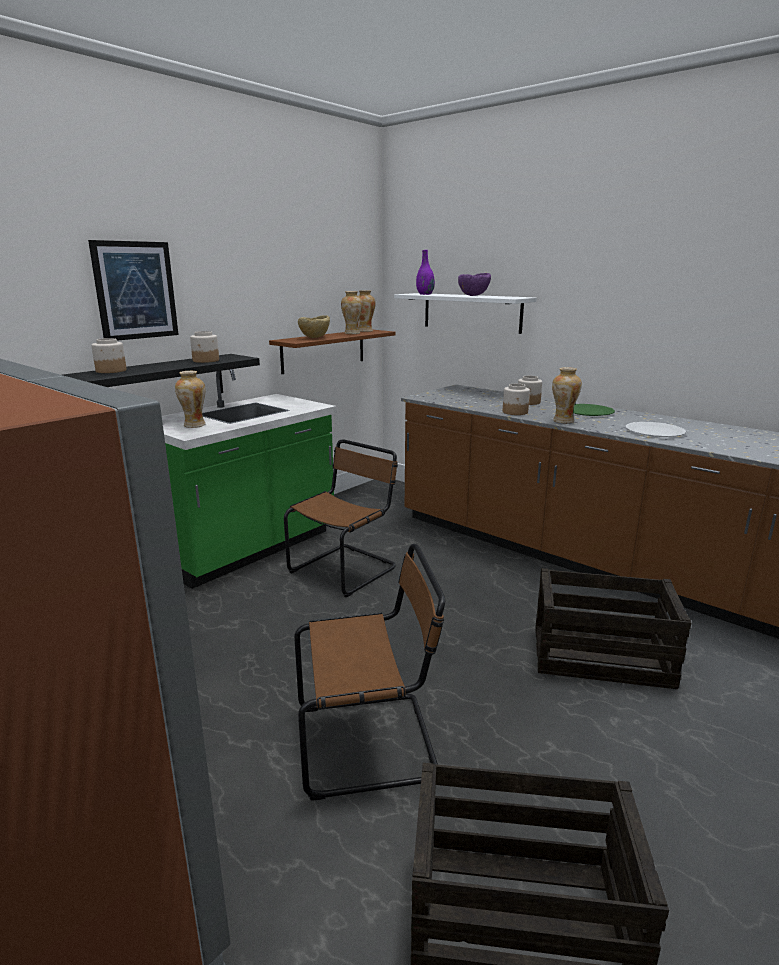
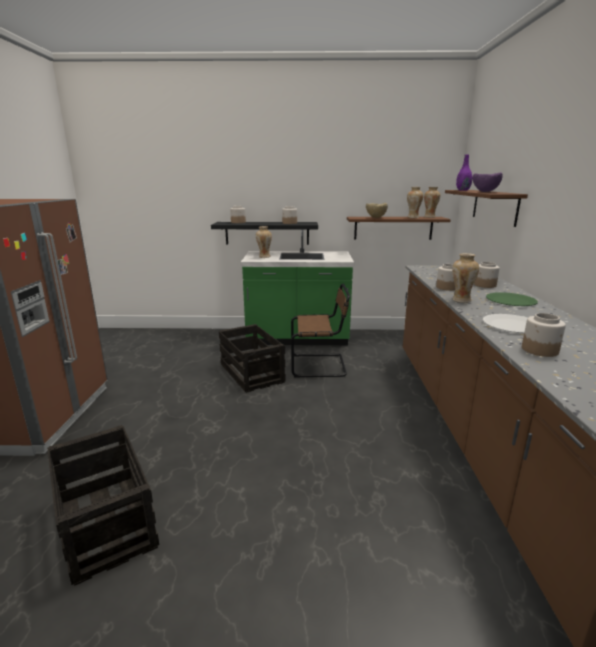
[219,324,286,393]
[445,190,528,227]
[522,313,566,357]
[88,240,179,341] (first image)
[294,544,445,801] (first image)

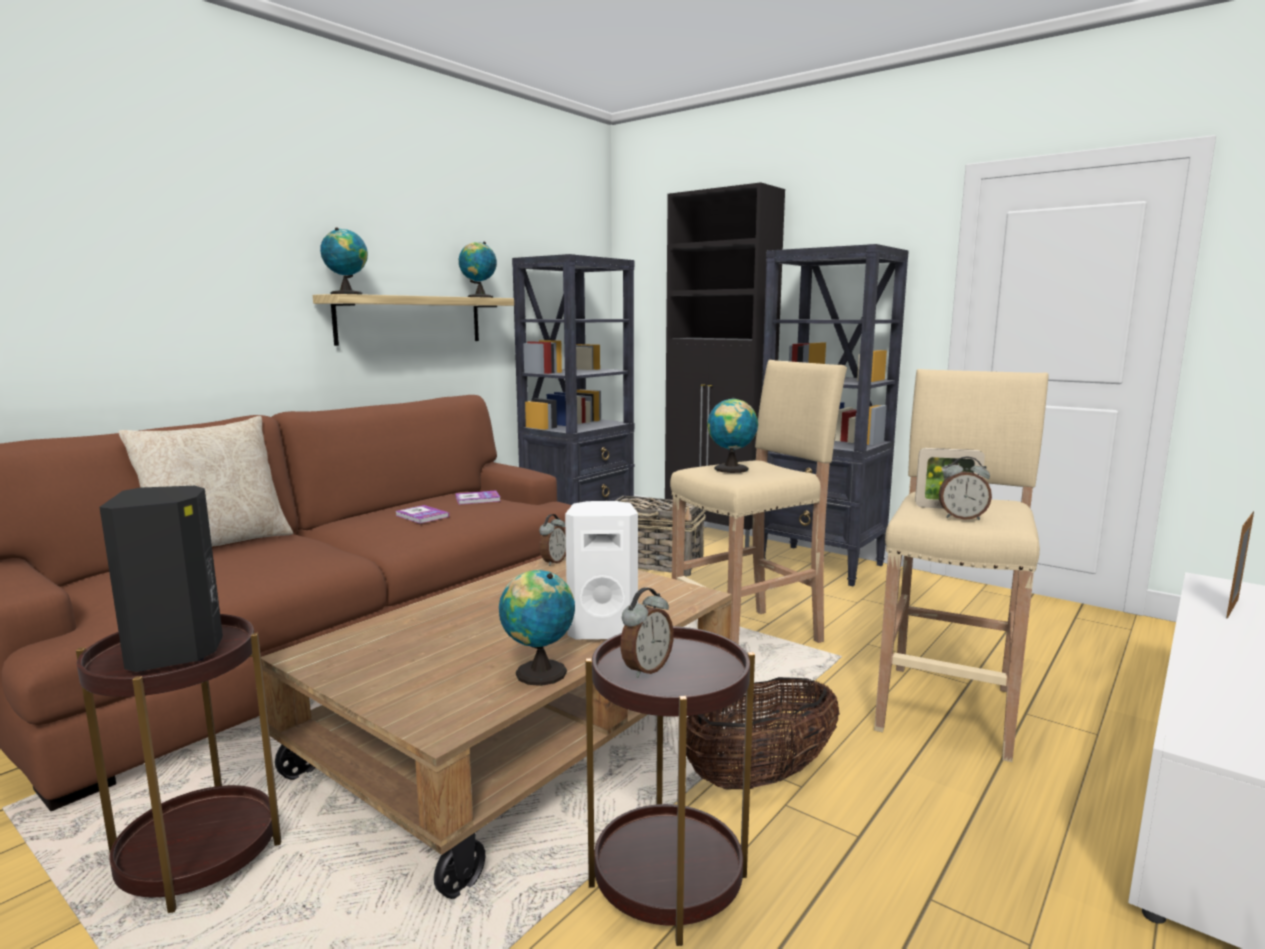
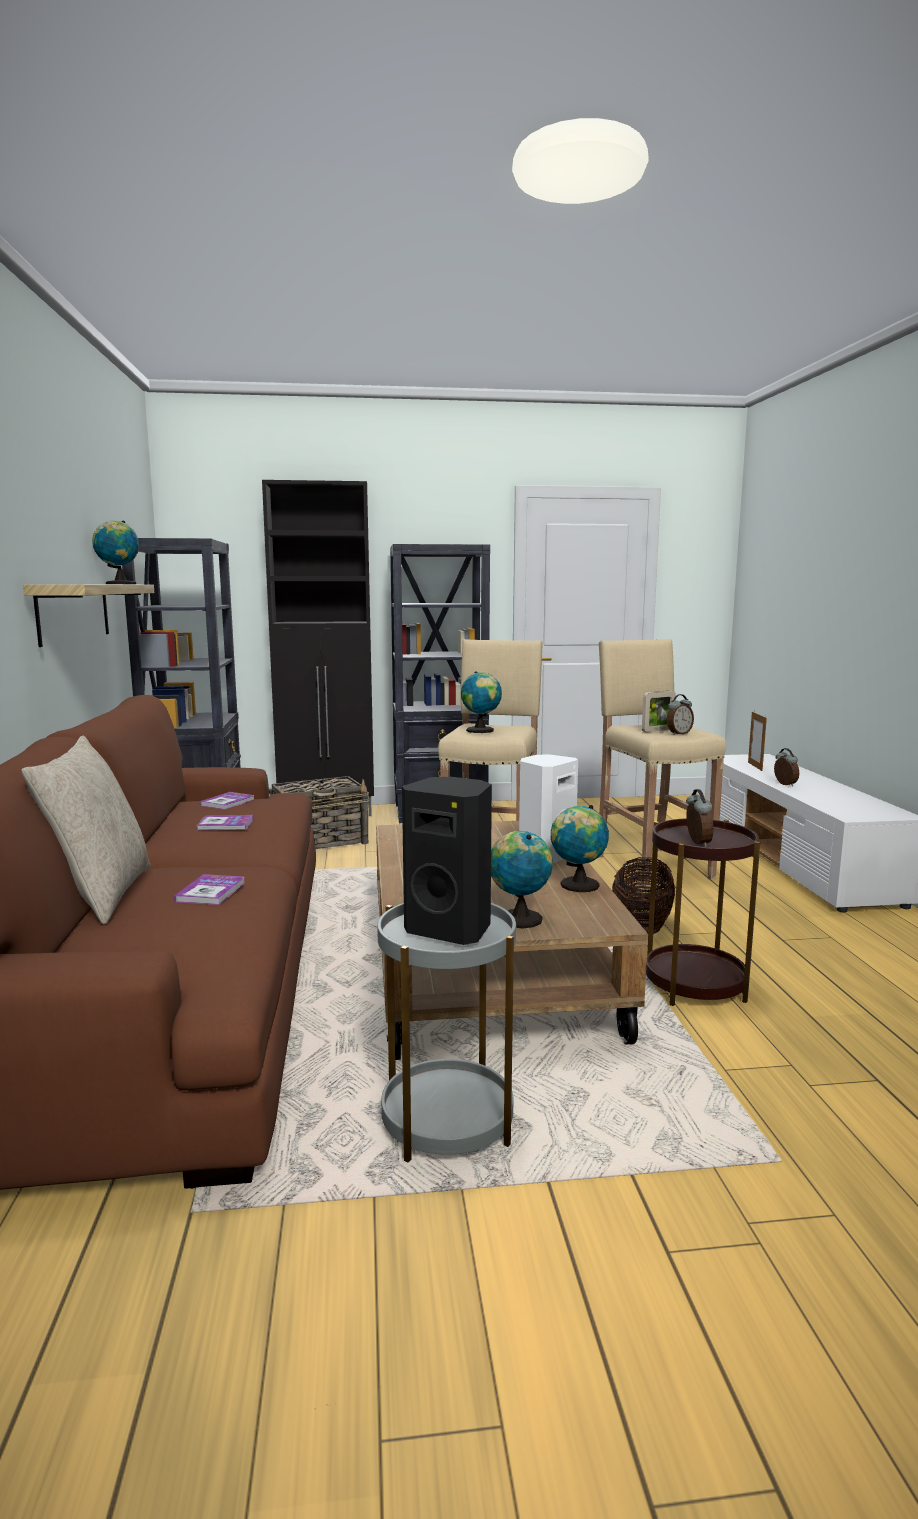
[174,874,245,905]
[377,903,516,1163]
[491,831,553,928]
[774,748,799,787]

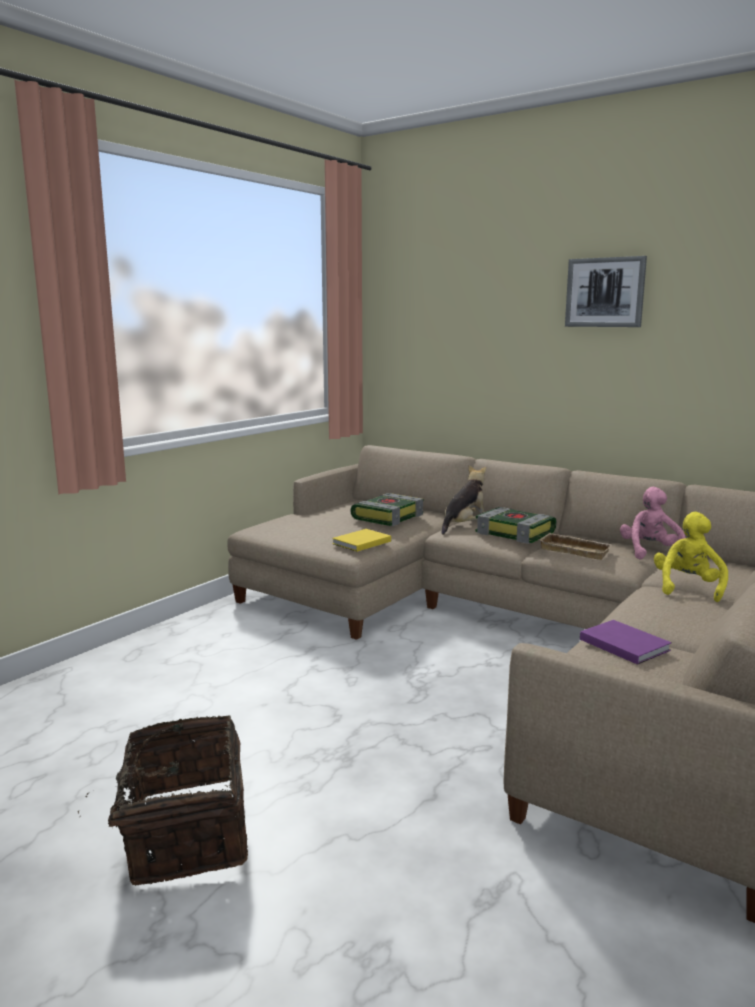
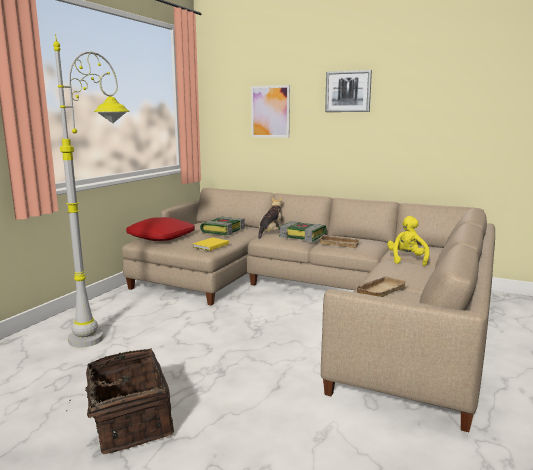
[53,34,130,348]
[126,217,195,241]
[251,85,290,138]
[355,276,407,297]
[620,487,686,560] (first image)

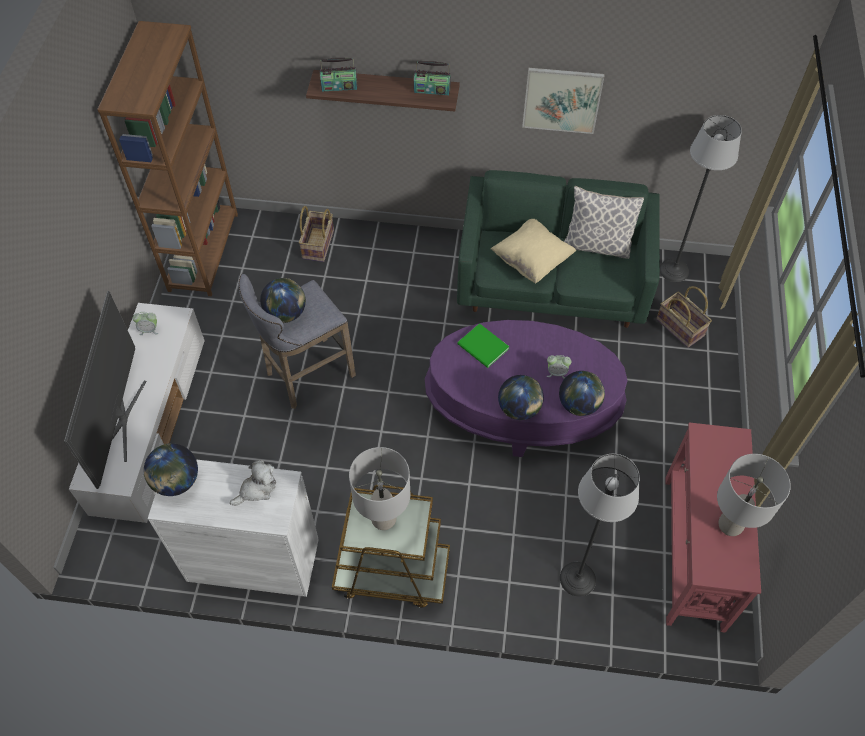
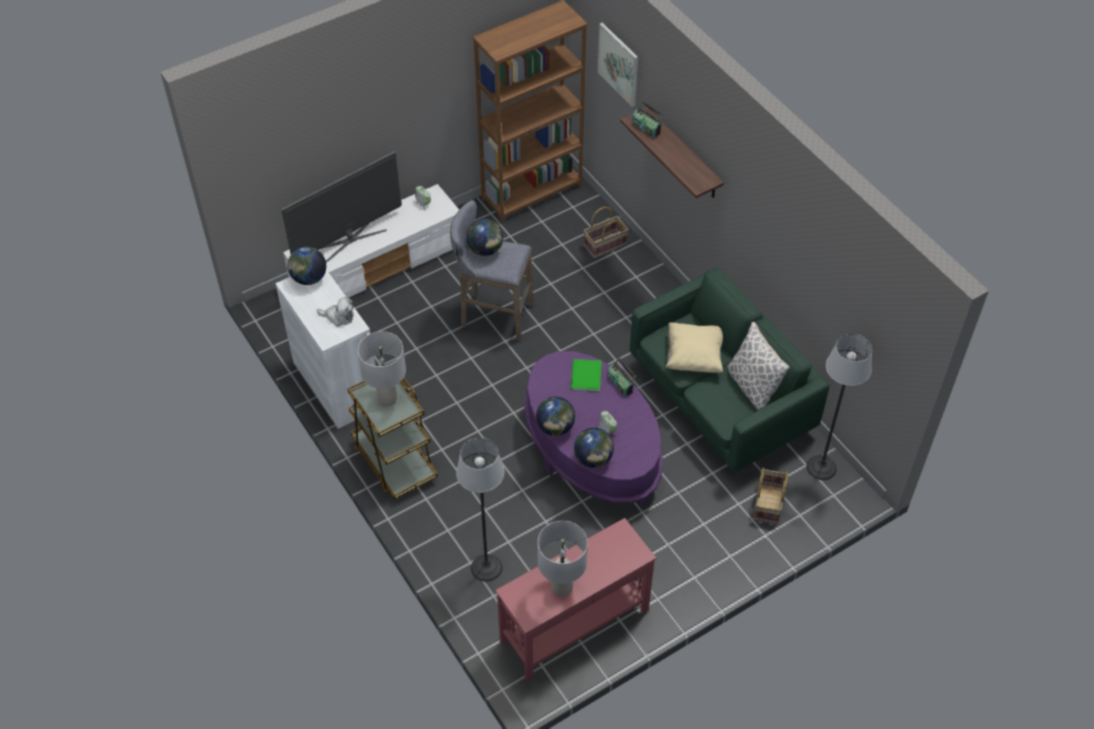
[598,23,638,107]
[608,357,636,397]

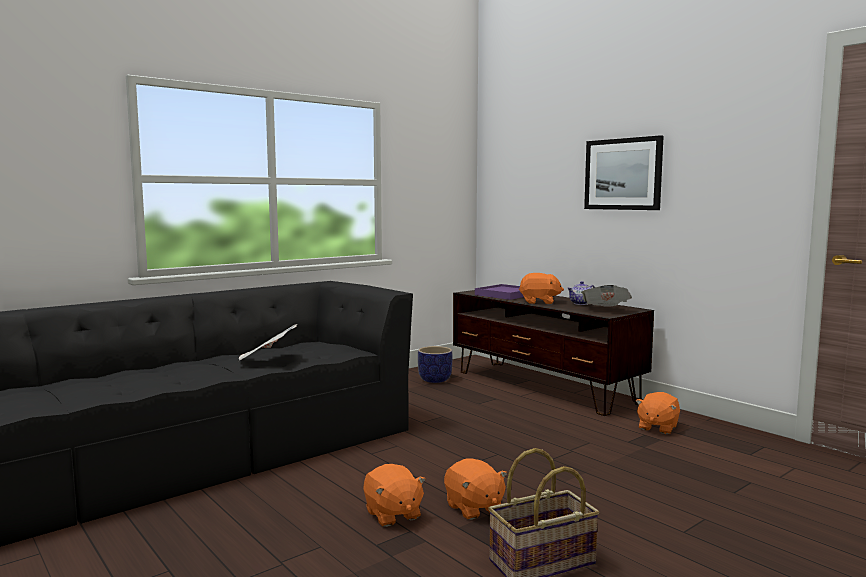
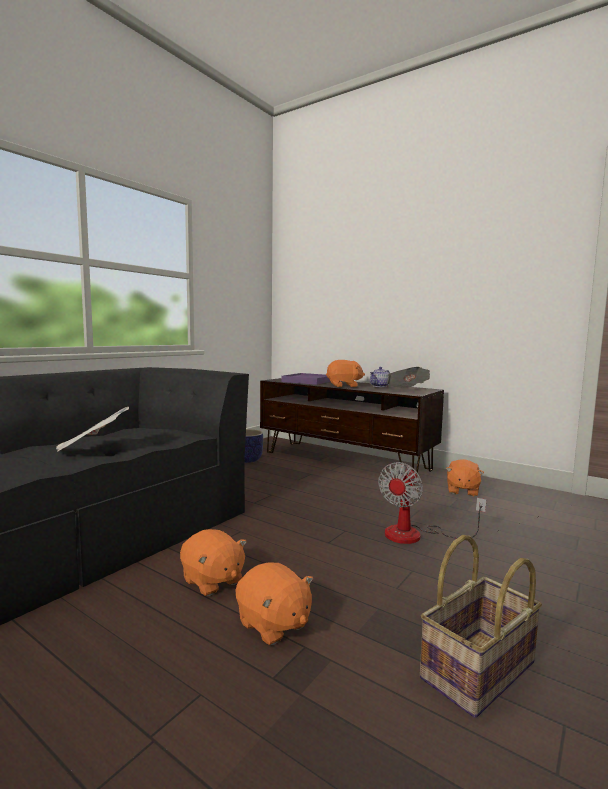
[180,529,247,596]
[378,462,486,544]
[584,135,664,210] (first image)

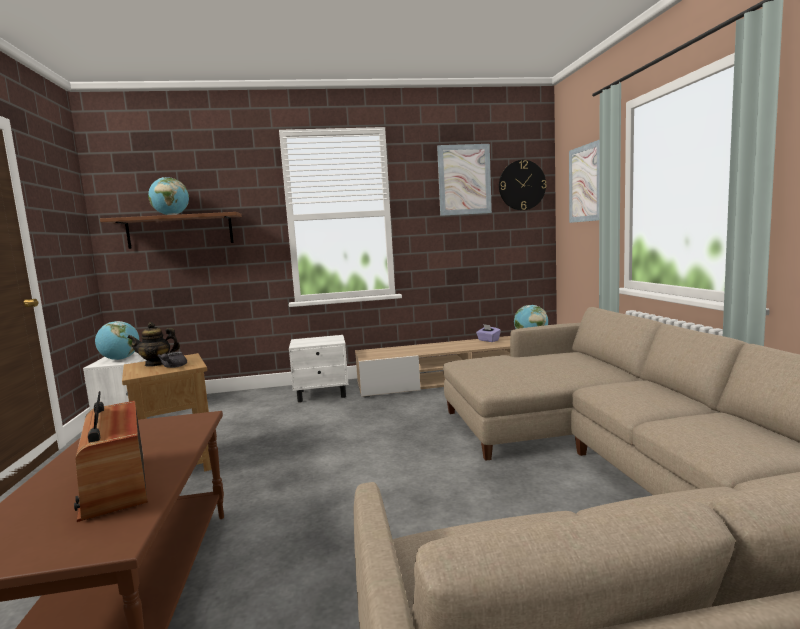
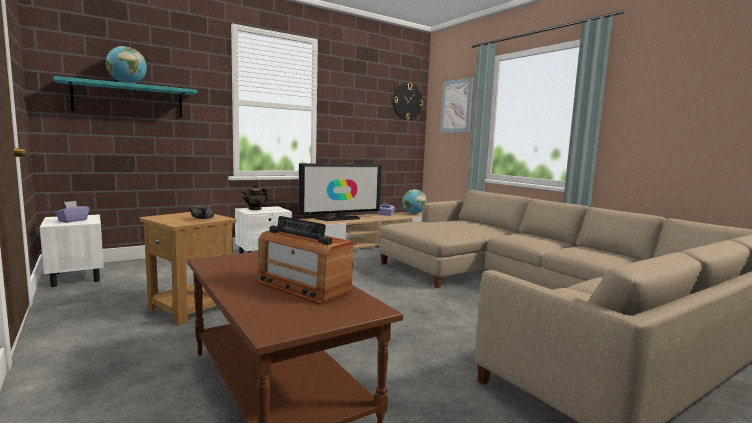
[53,76,197,118]
[55,201,89,222]
[241,184,269,210]
[298,163,382,221]
[437,144,492,216] (first image)

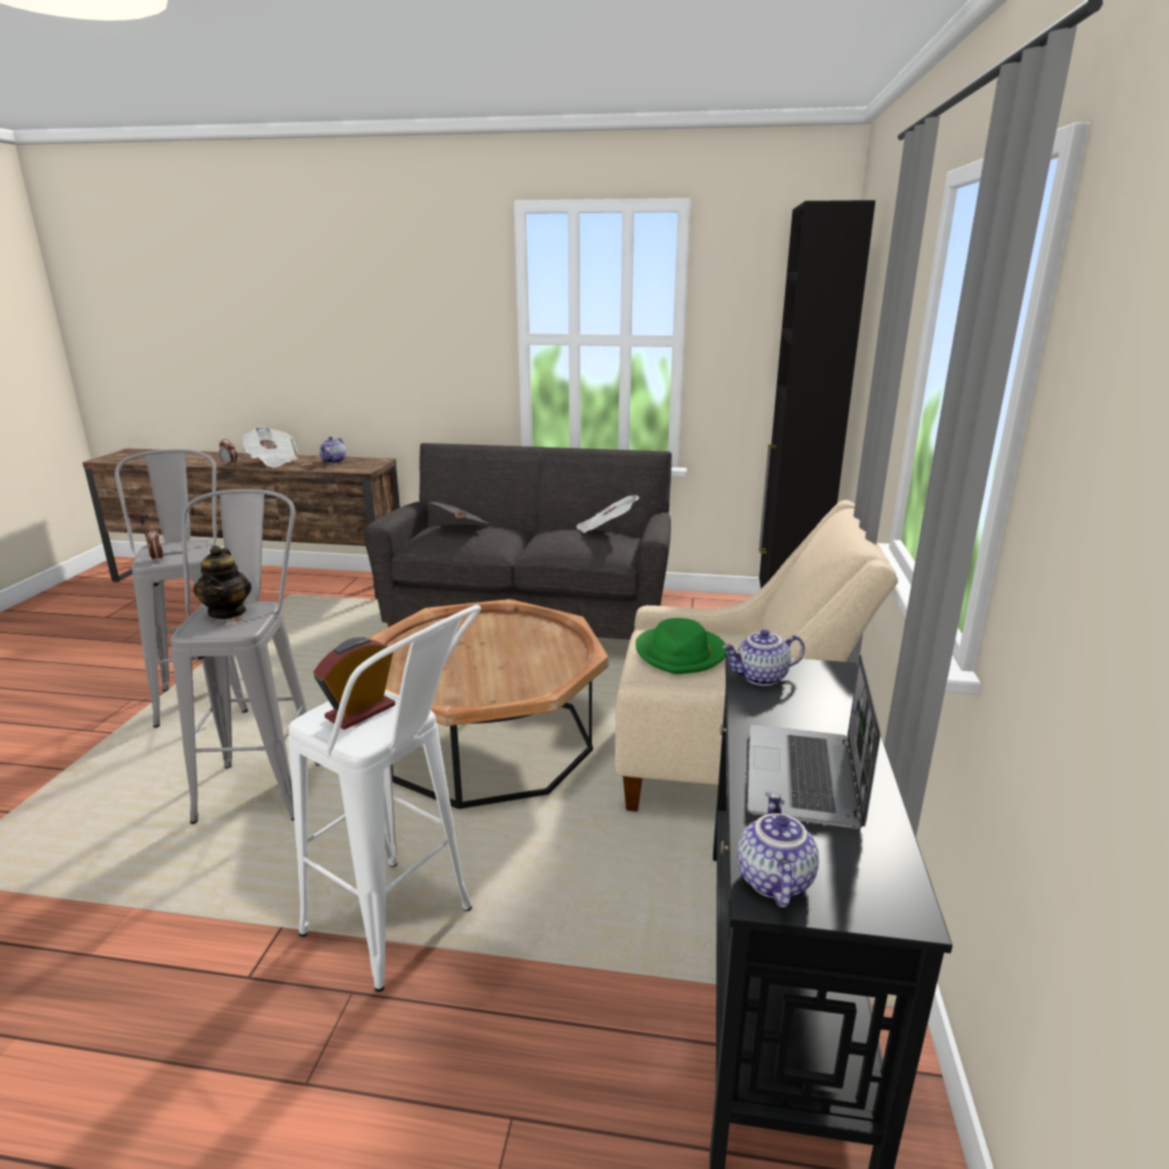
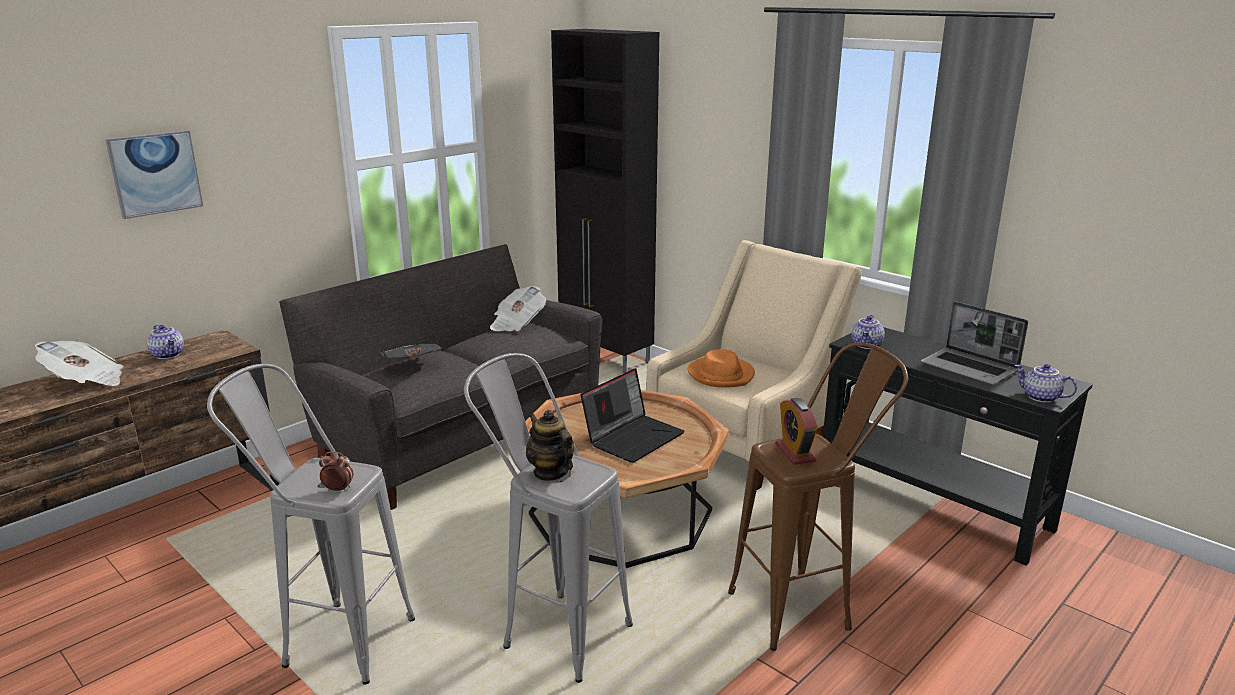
[105,130,203,219]
[526,410,574,481]
[581,368,685,463]
[687,349,755,388]
[728,342,908,651]
[219,439,237,466] (first image)

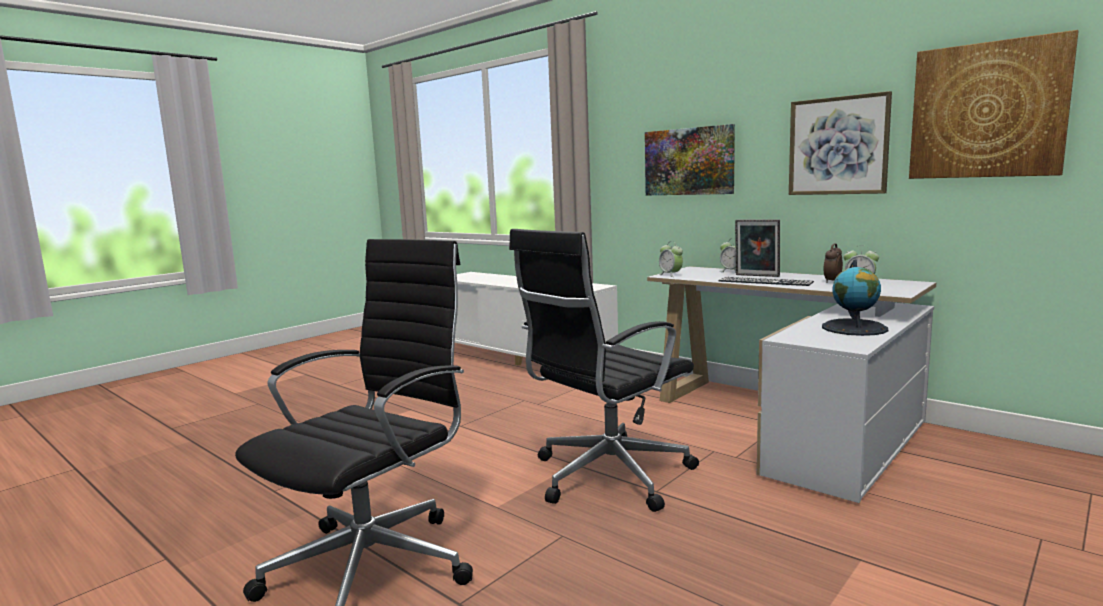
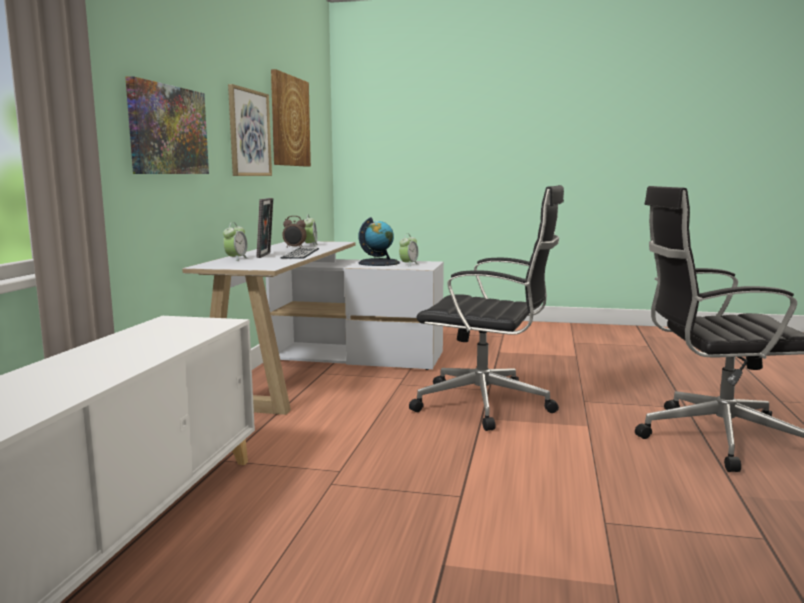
[399,234,418,266]

